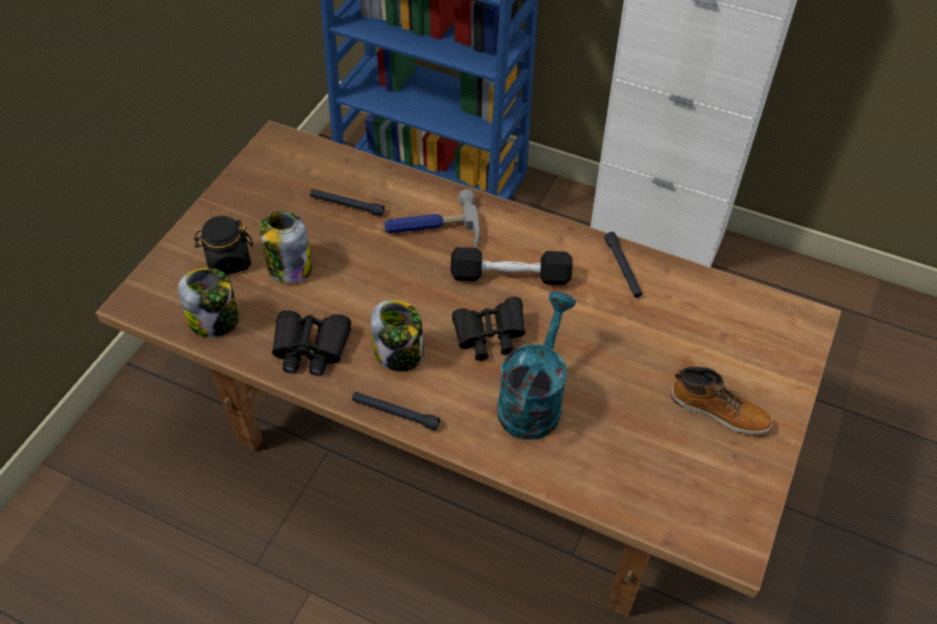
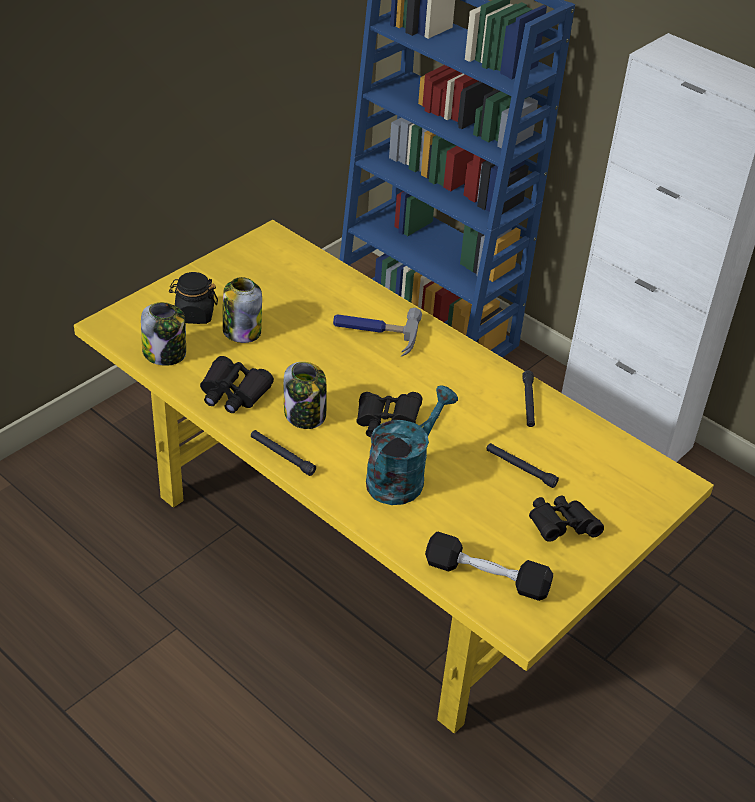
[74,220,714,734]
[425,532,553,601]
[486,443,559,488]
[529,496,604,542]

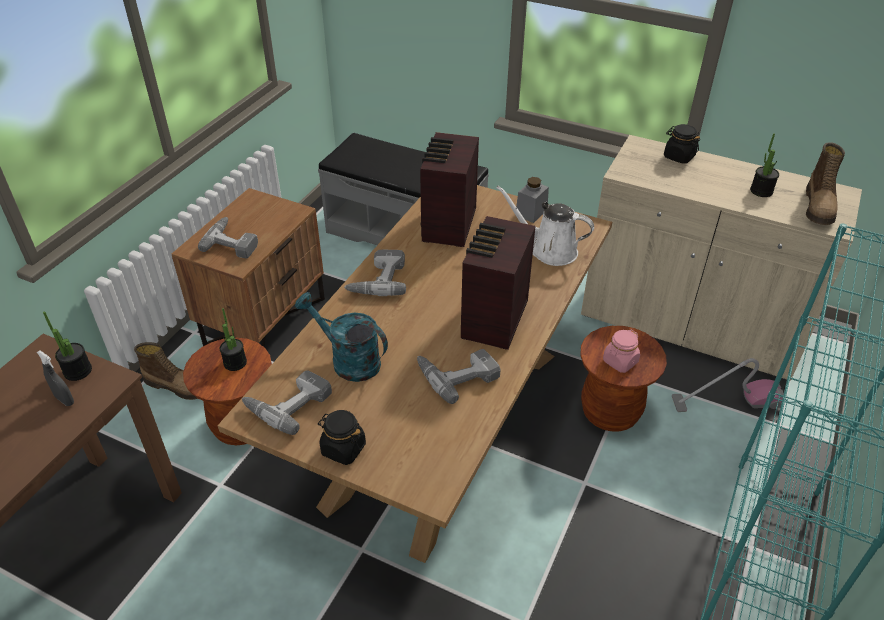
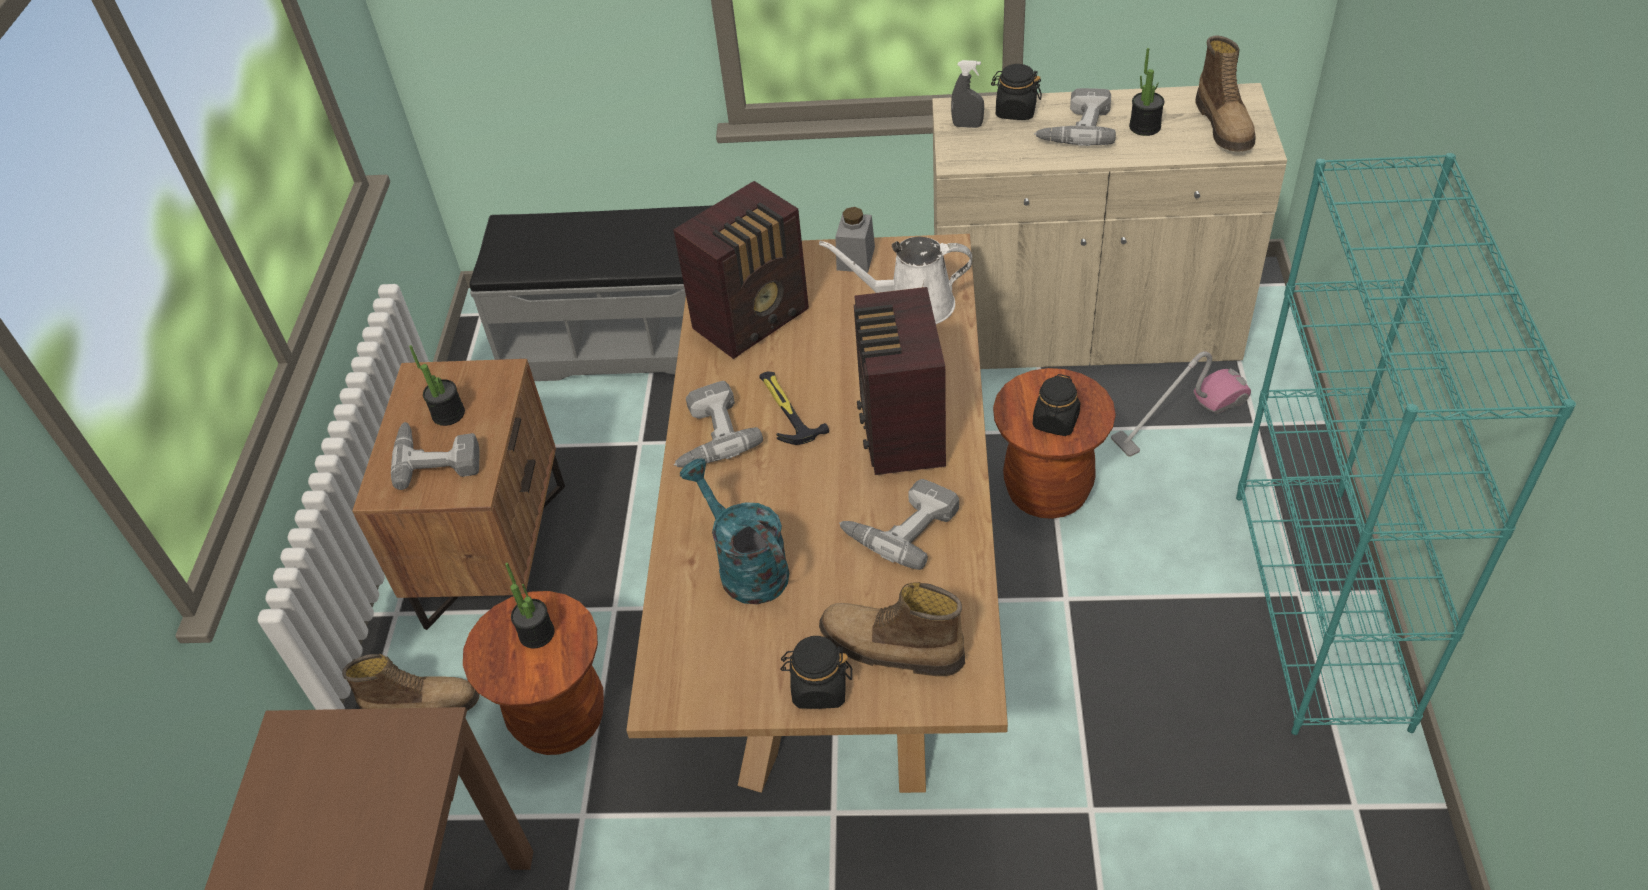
[409,345,465,426]
[673,181,809,359]
[680,458,789,604]
[759,372,829,445]
[819,582,965,676]
[951,60,984,128]
[1033,374,1080,436]
[1034,88,1116,146]

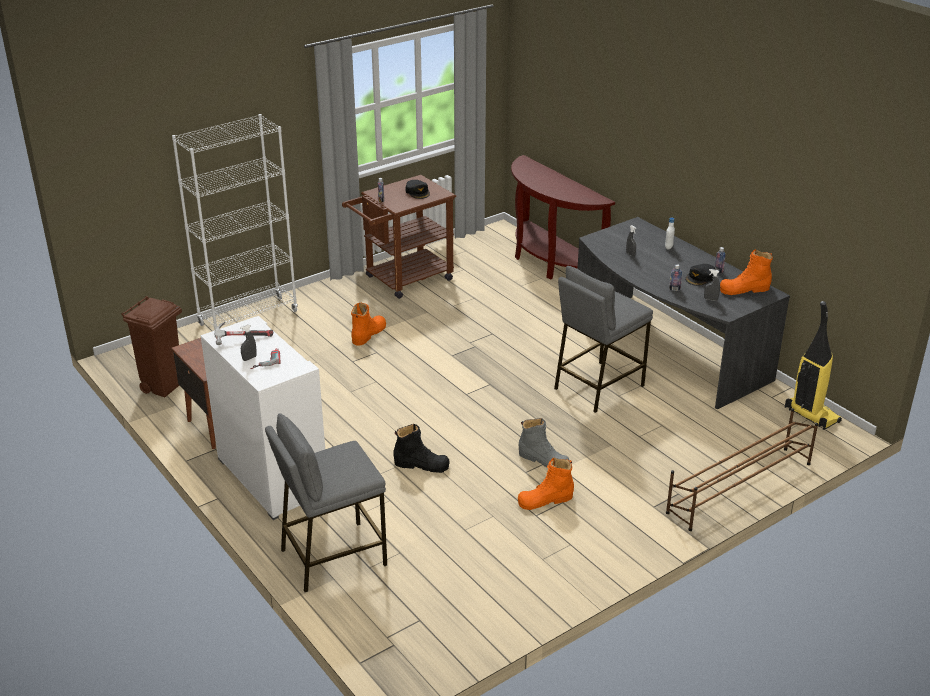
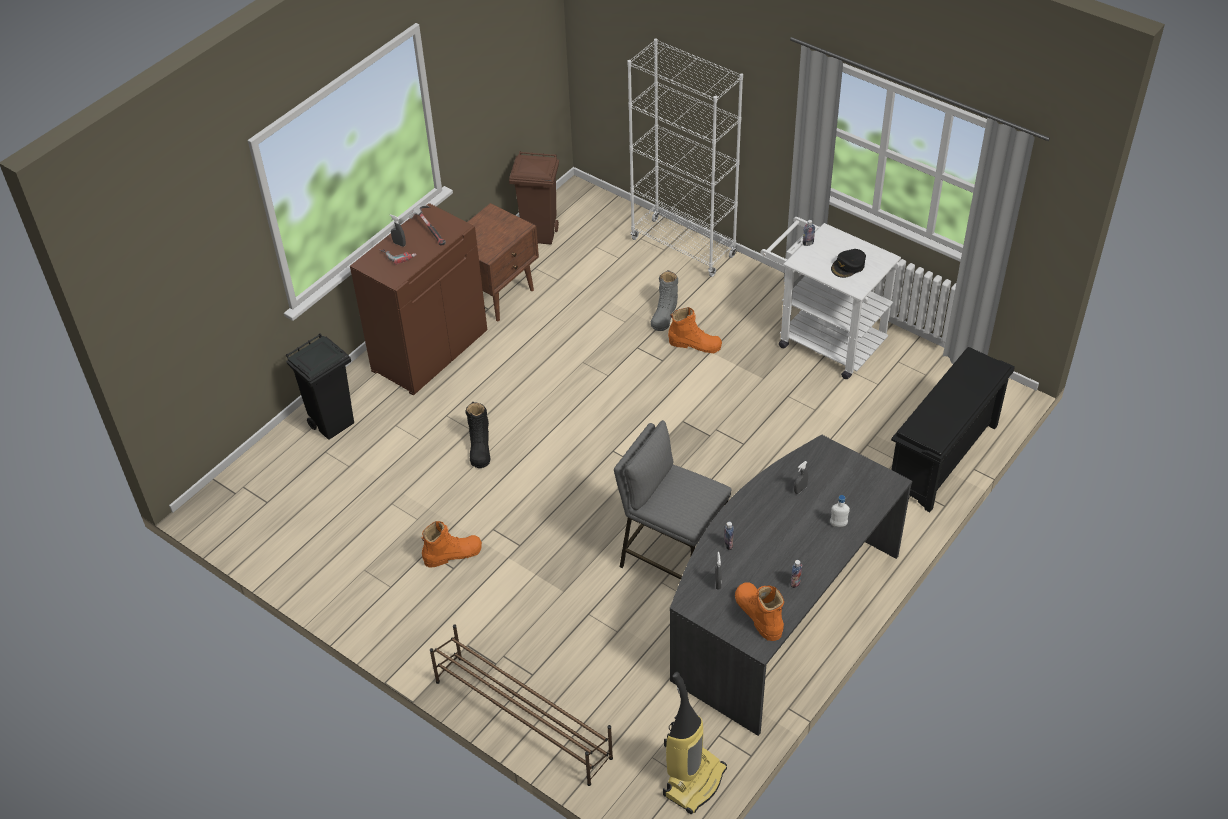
[286,333,354,440]
[350,203,487,396]
[422,521,482,568]
[651,270,678,331]
[761,217,901,379]
[891,347,1015,512]
[685,264,715,286] (first image)

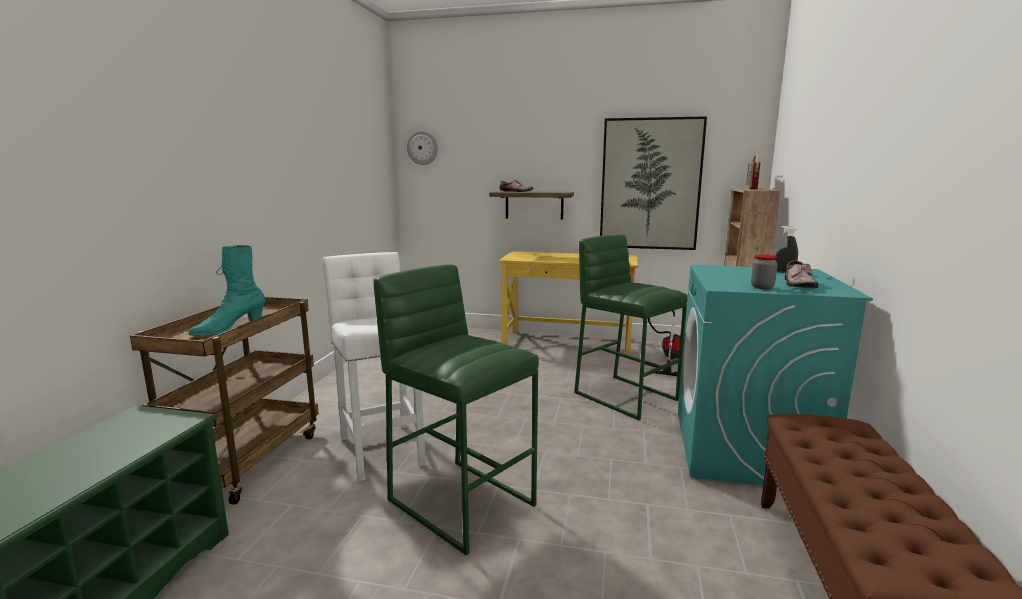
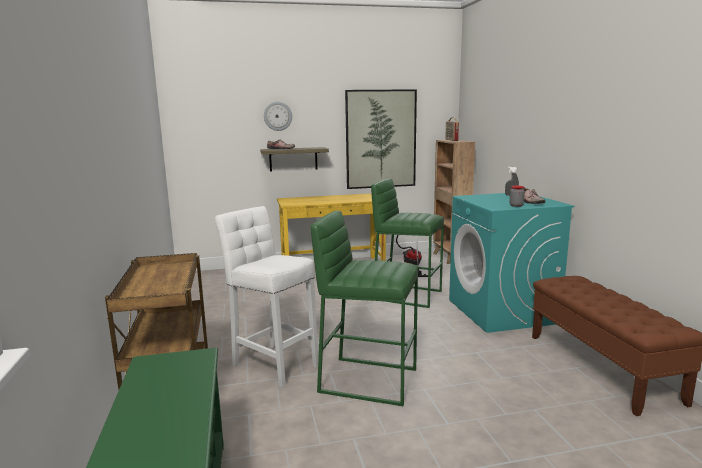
[264,102,292,131]
[188,245,266,336] (first image)

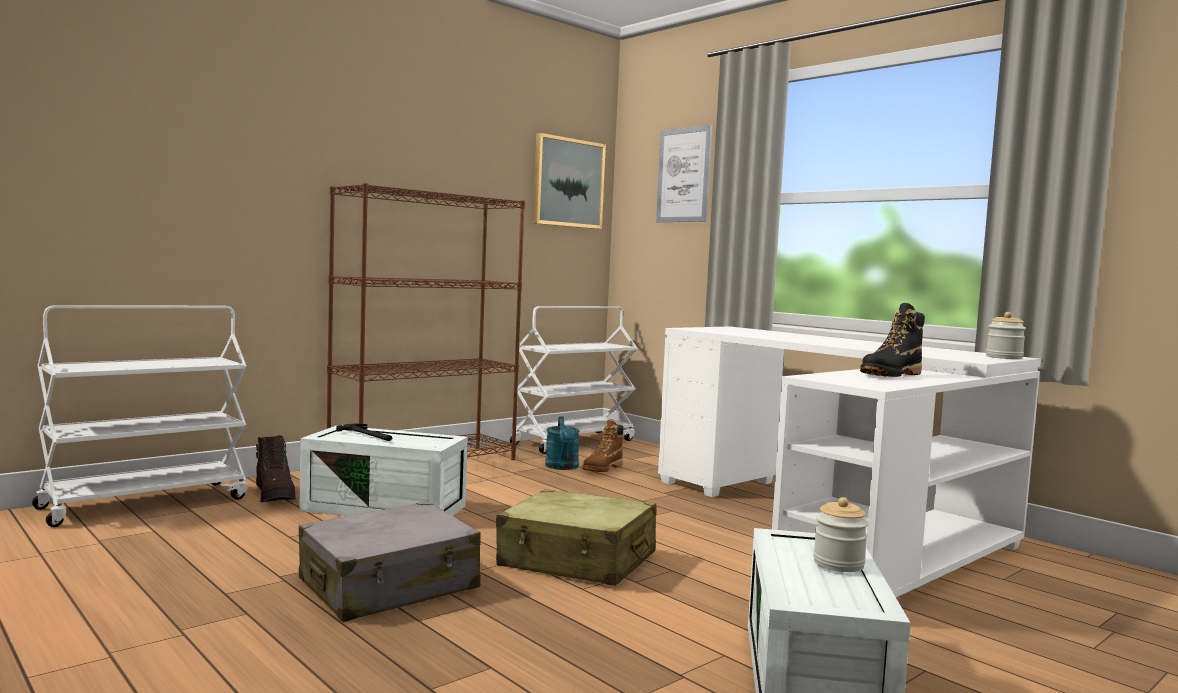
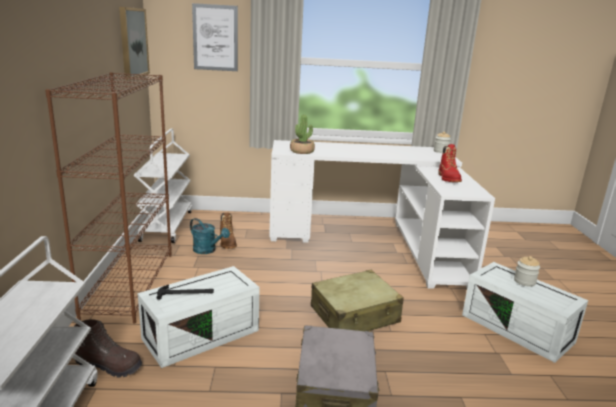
[290,114,315,154]
[438,144,462,182]

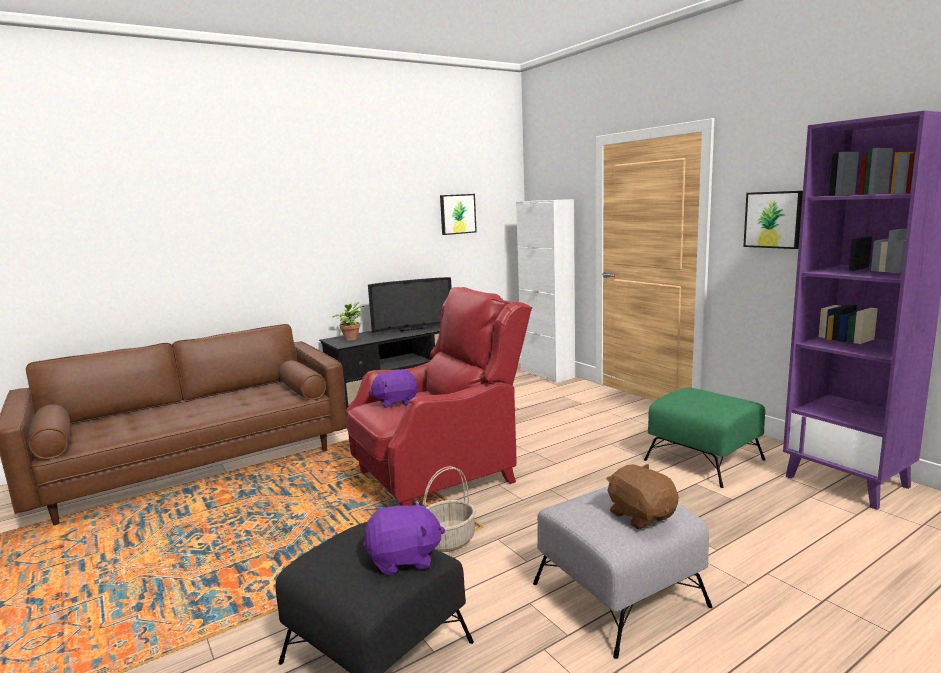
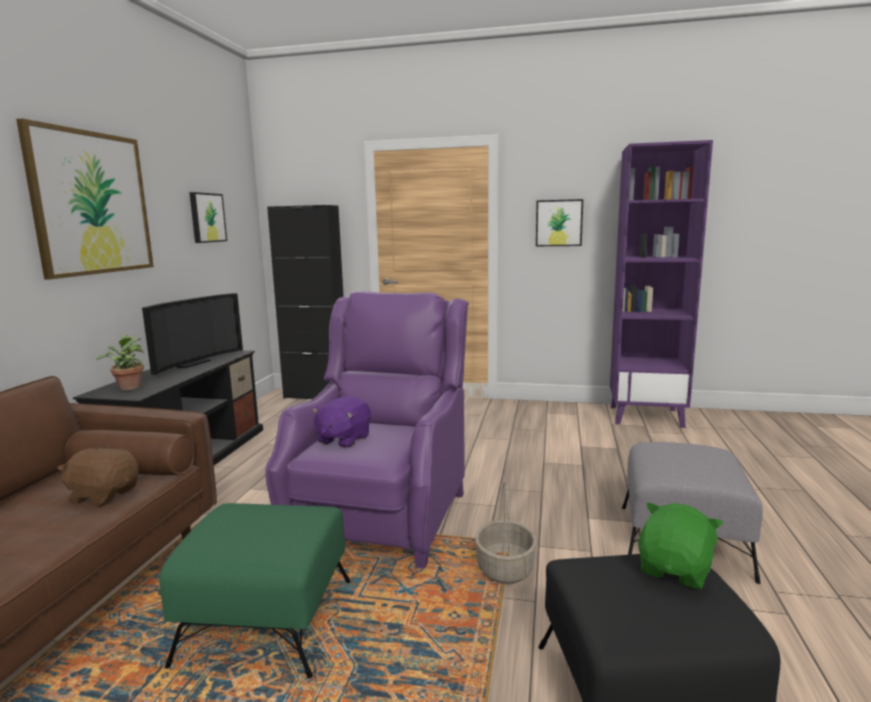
[16,118,154,279]
[57,445,139,507]
[159,503,351,678]
[266,291,469,569]
[267,205,344,399]
[638,503,723,590]

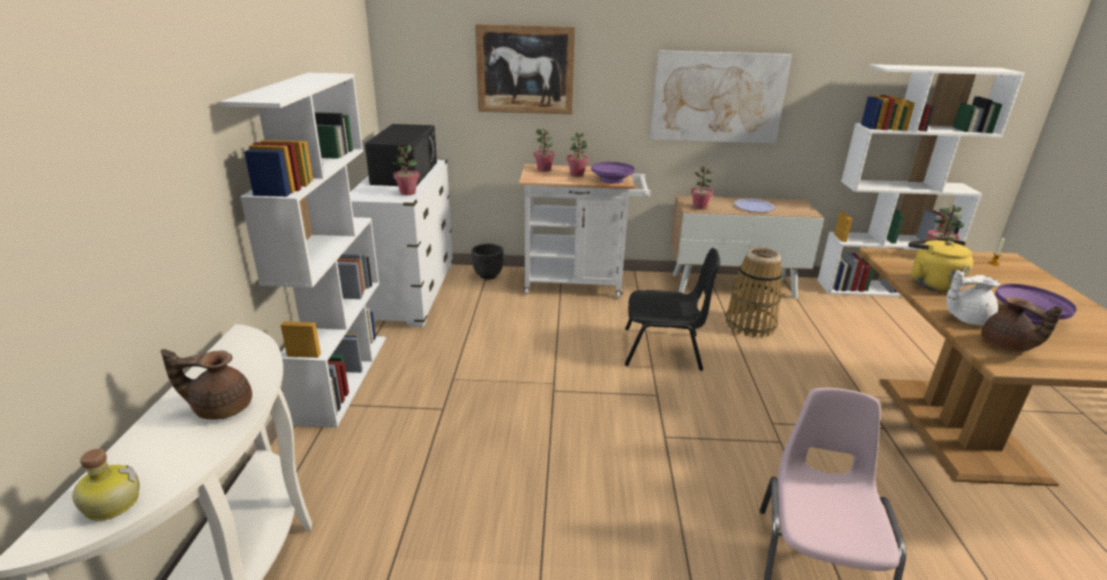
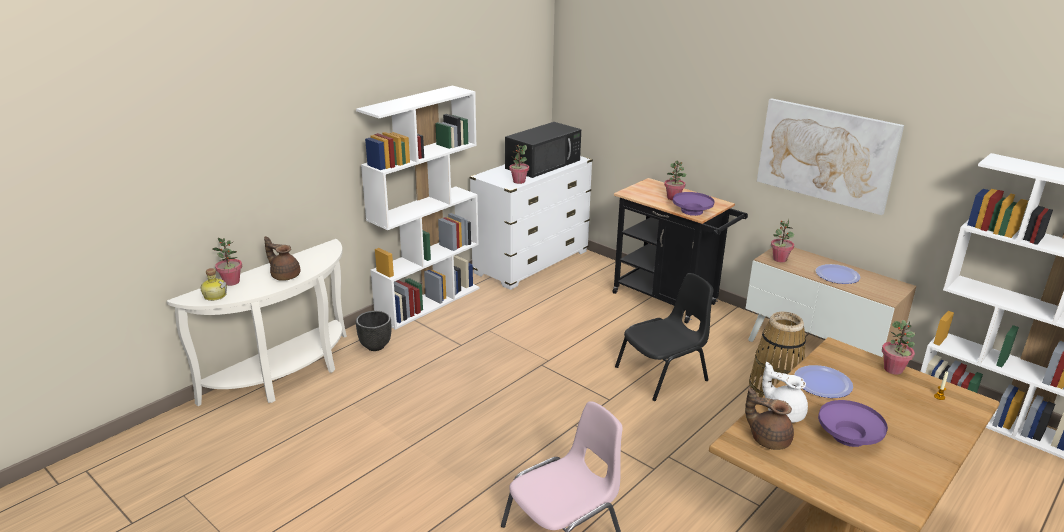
[213,238,242,286]
[356,311,391,351]
[612,178,748,323]
[615,273,714,401]
[745,387,794,450]
[794,365,853,398]
[475,24,575,114] (first image)

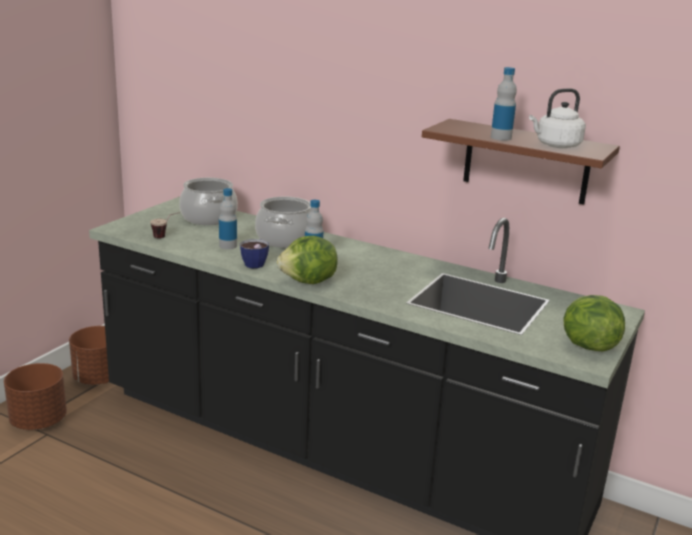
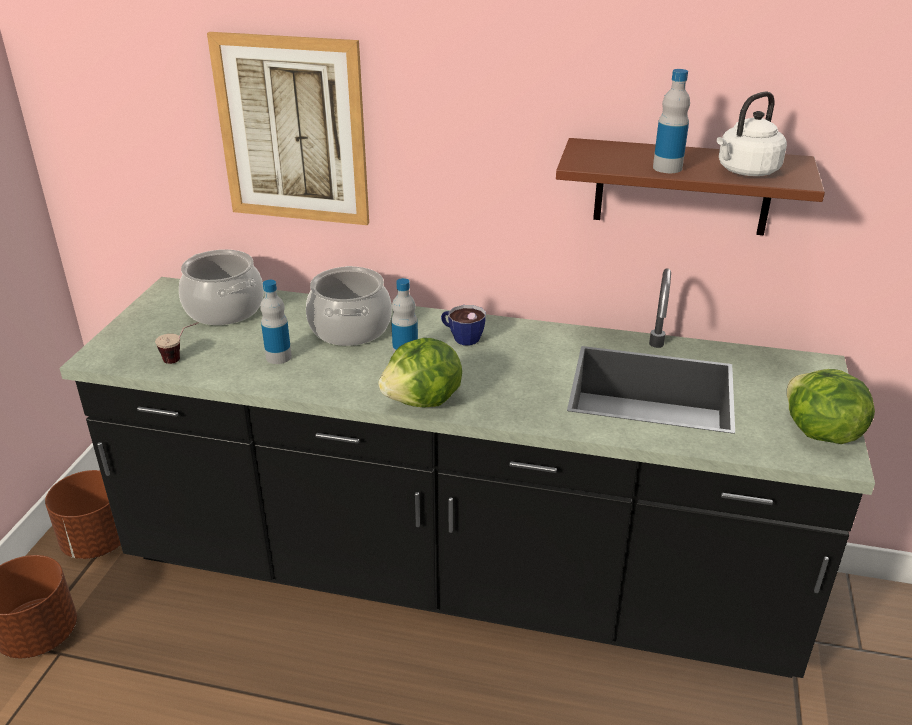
[207,32,369,225]
[441,305,486,345]

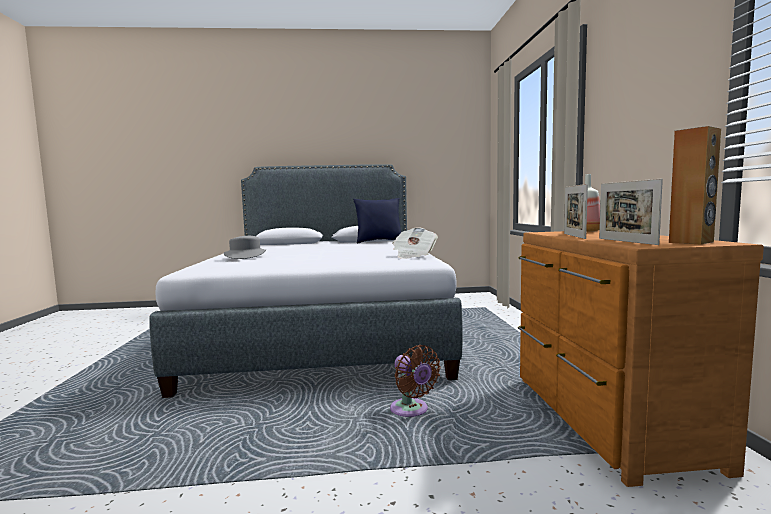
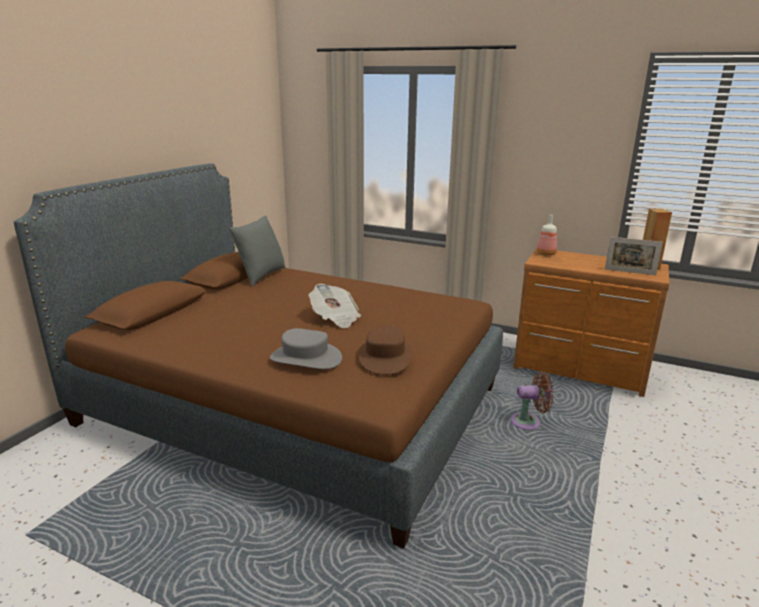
[14,163,503,548]
[229,216,285,287]
[308,284,361,329]
[359,325,412,375]
[564,184,588,239] (first image)

